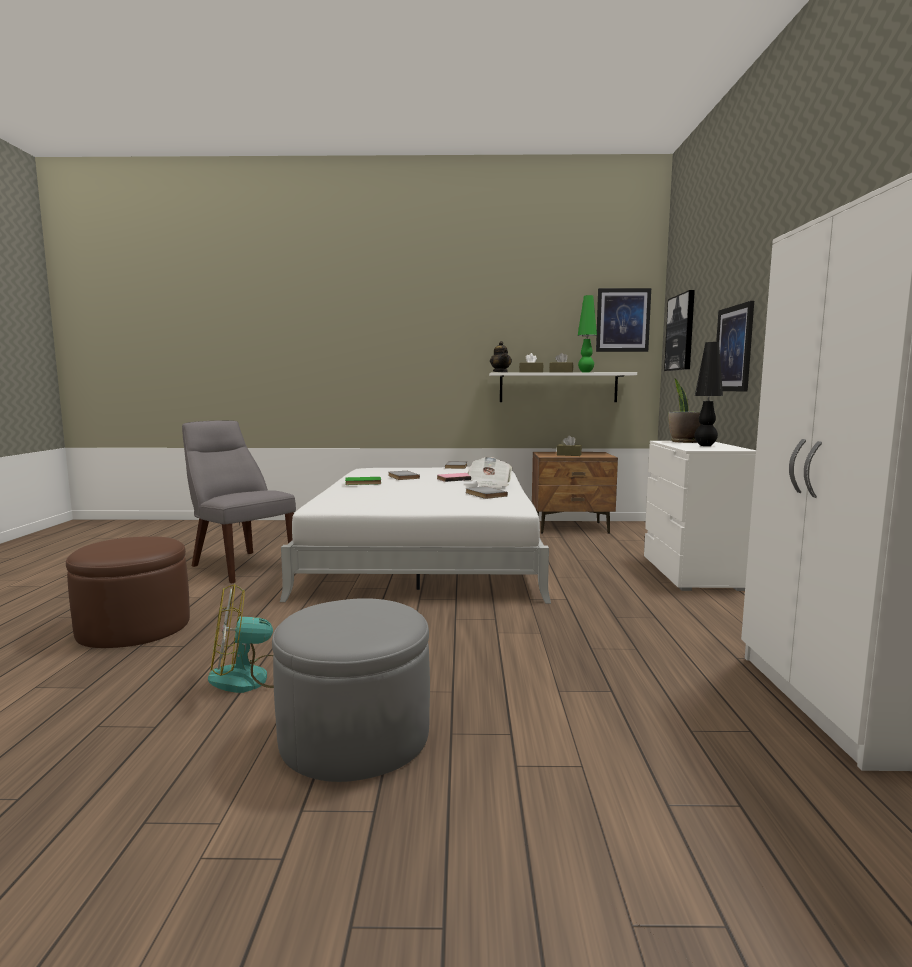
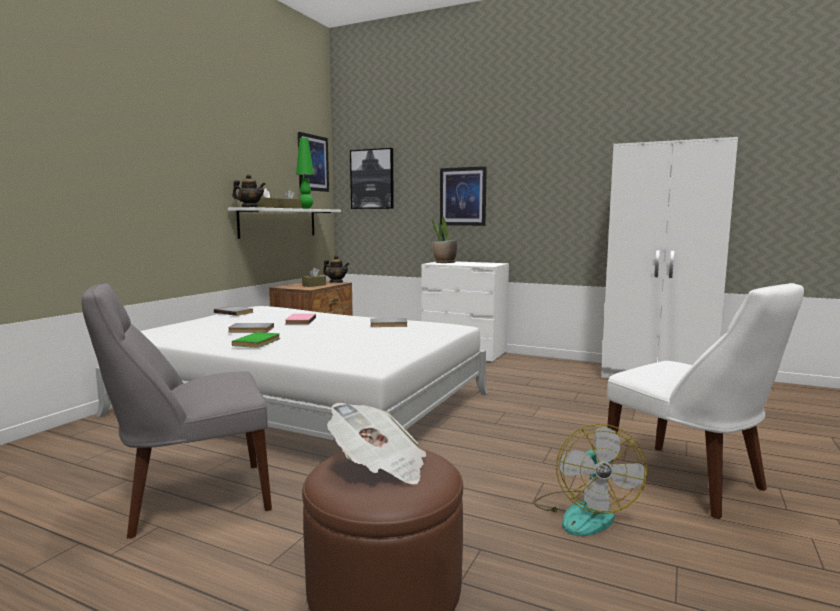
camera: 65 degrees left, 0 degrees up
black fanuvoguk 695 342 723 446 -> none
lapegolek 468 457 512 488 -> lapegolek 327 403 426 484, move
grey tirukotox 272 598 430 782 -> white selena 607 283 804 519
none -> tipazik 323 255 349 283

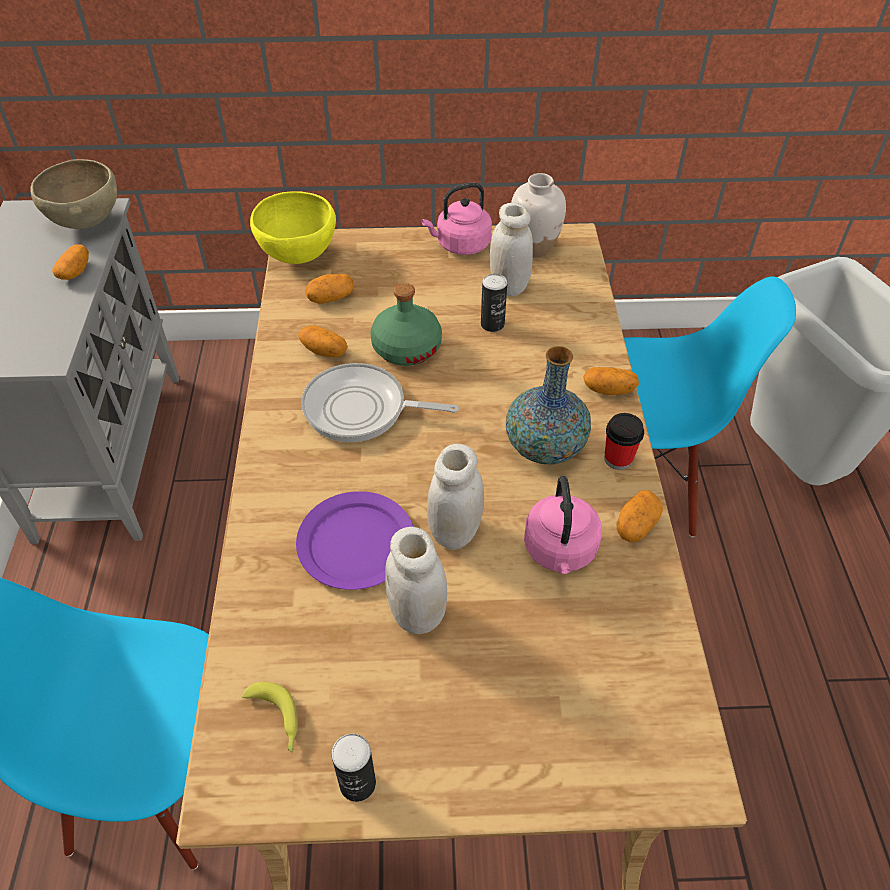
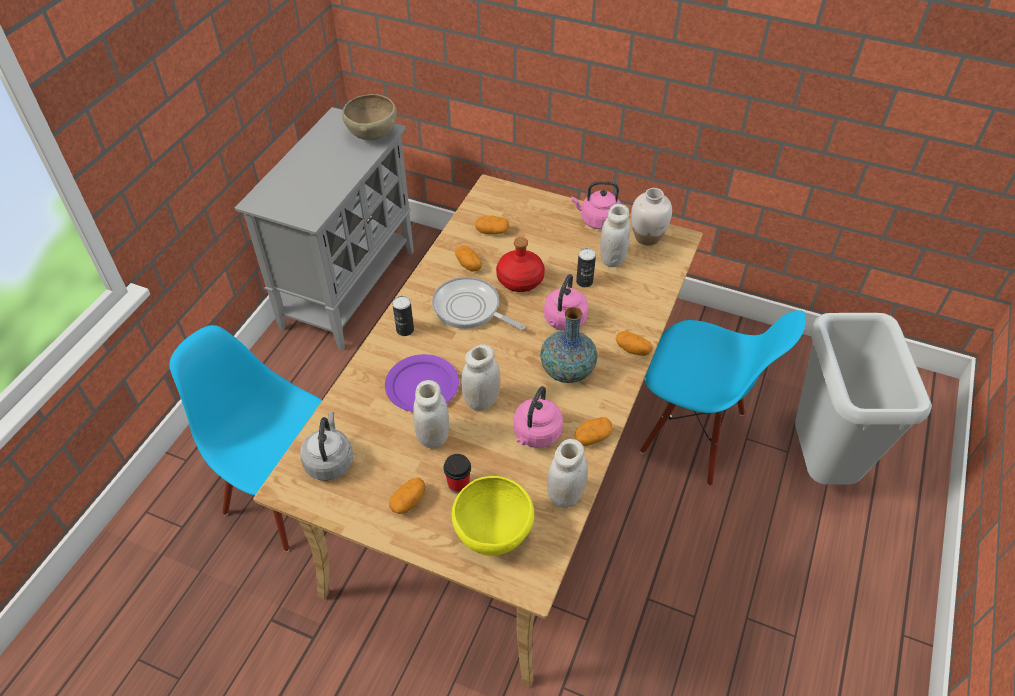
camera: 25 degrees right, 0 degrees up
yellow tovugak 250 191 336 264 -> yellow tovugak 452 476 534 556, move
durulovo 52 244 89 280 -> durulovo 389 477 426 514, move
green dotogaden 370 283 442 366 -> red dotogaden 496 237 545 292
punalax 604 413 644 470 -> punalax 443 454 471 494, move
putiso 242 682 298 753 -> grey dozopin 300 412 353 481
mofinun 331 734 376 802 -> mofinun 392 296 414 336, move
none -> pink dozopin 544 274 588 330
none -> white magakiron 547 439 588 508

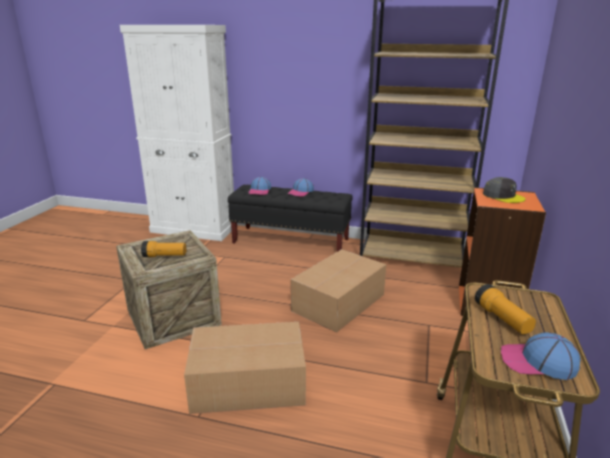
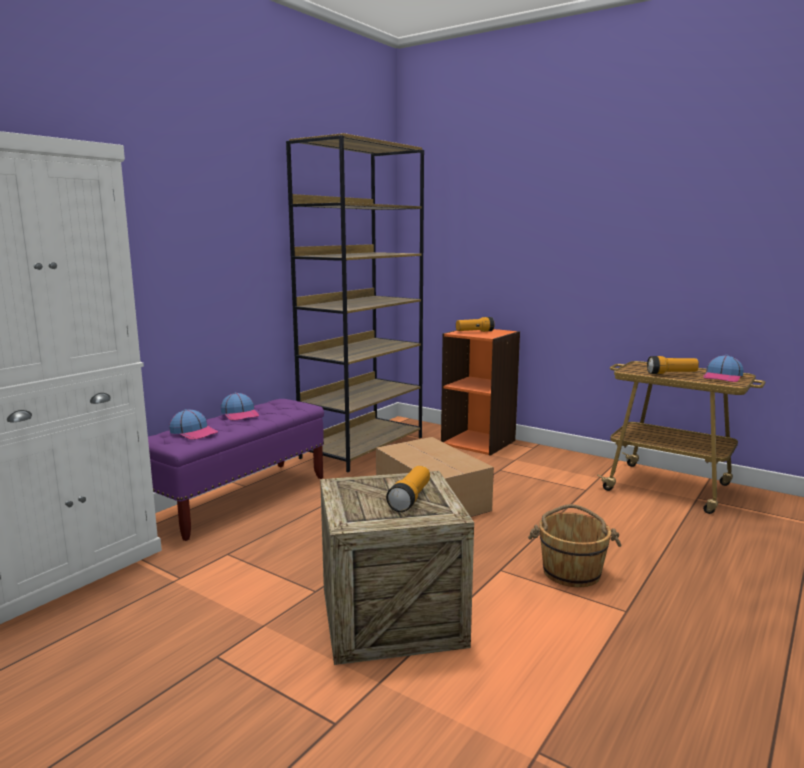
camera: 70 degrees left, 10 degrees down
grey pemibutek 483 177 526 203 -> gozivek 456 317 494 332
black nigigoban 228 185 353 252 -> purple nigigoban 148 399 324 541
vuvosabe 184 322 306 414 -> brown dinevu 528 504 622 587

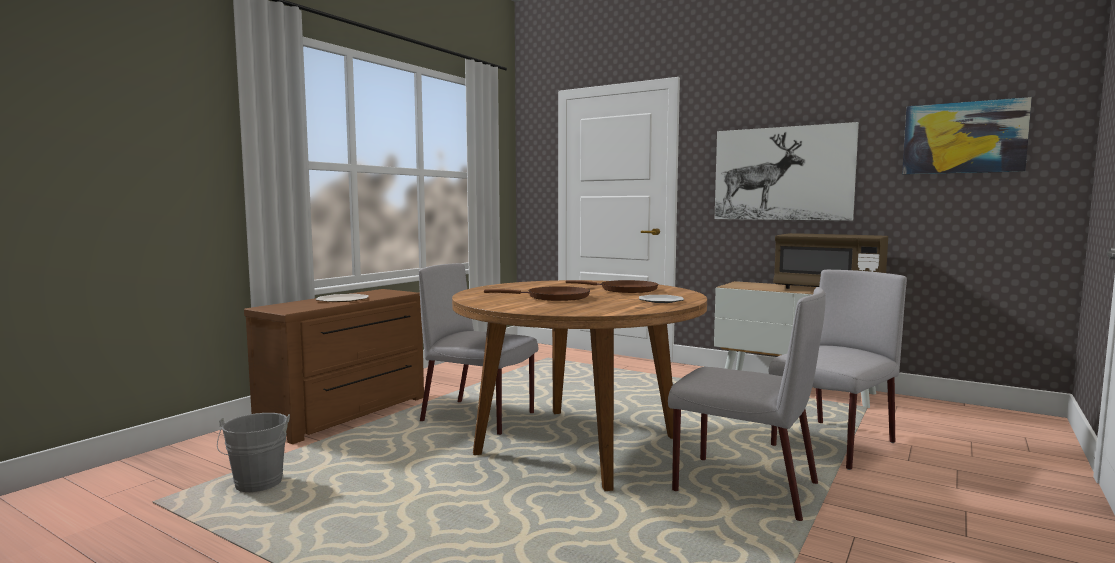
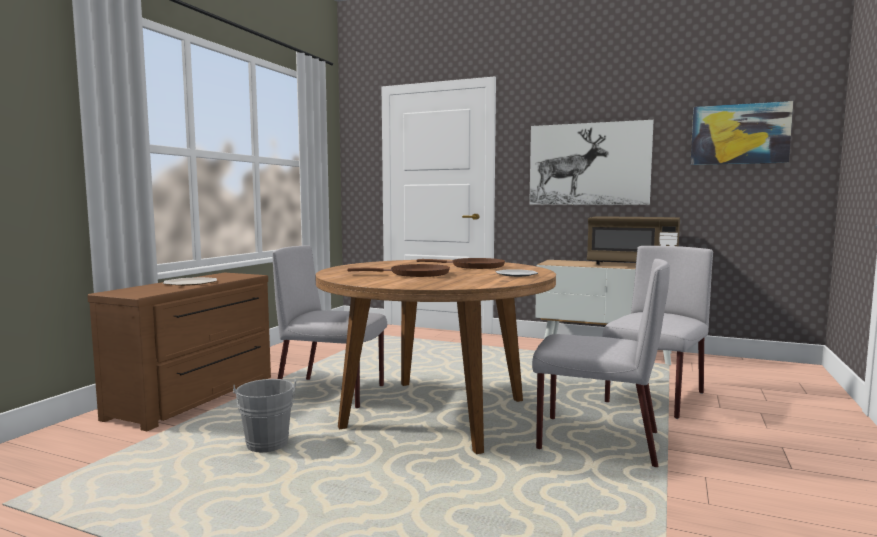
camera: 10 degrees left, 0 degrees up
grey dinevu 217 413 290 492 -> grey dinevu 233 379 297 453, move

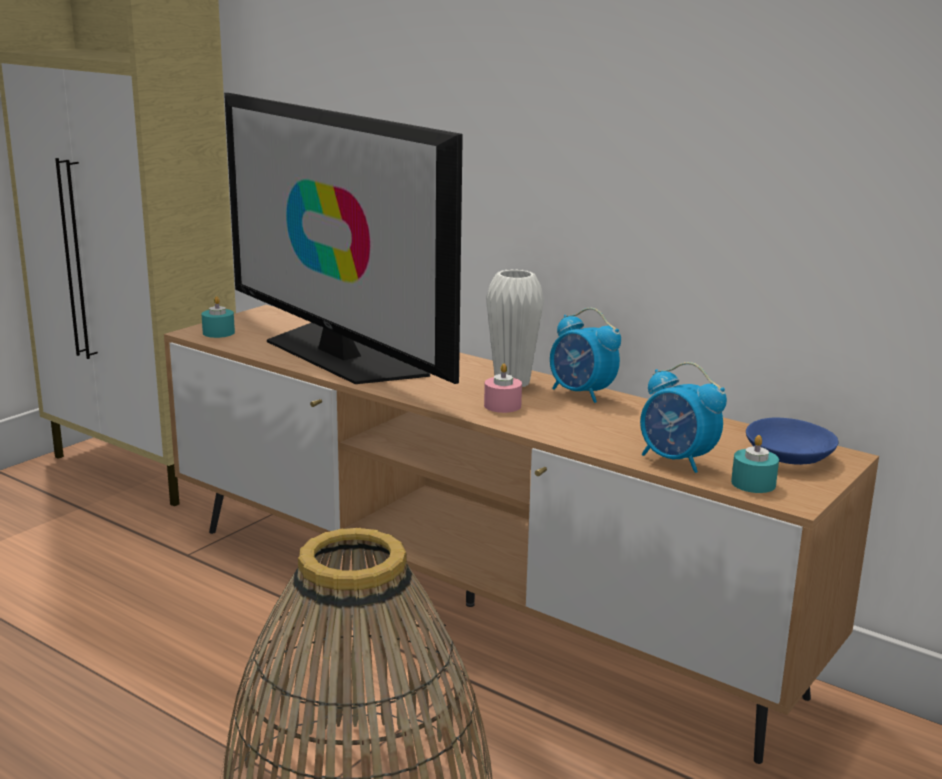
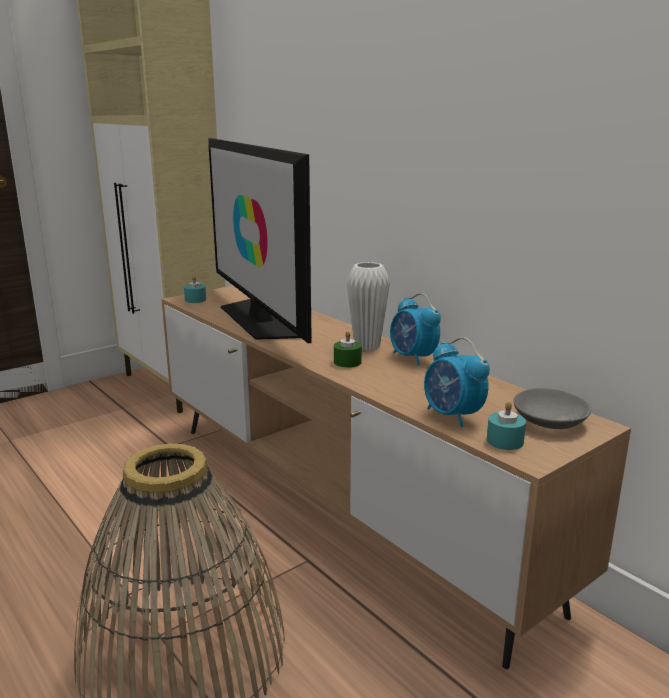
camera: 15 degrees right, 0 degrees up
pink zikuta 484 363 522 413 -> green zikuta 334 331 362 368
blue tovugak 746 418 838 465 -> grey tovugak 513 388 591 429

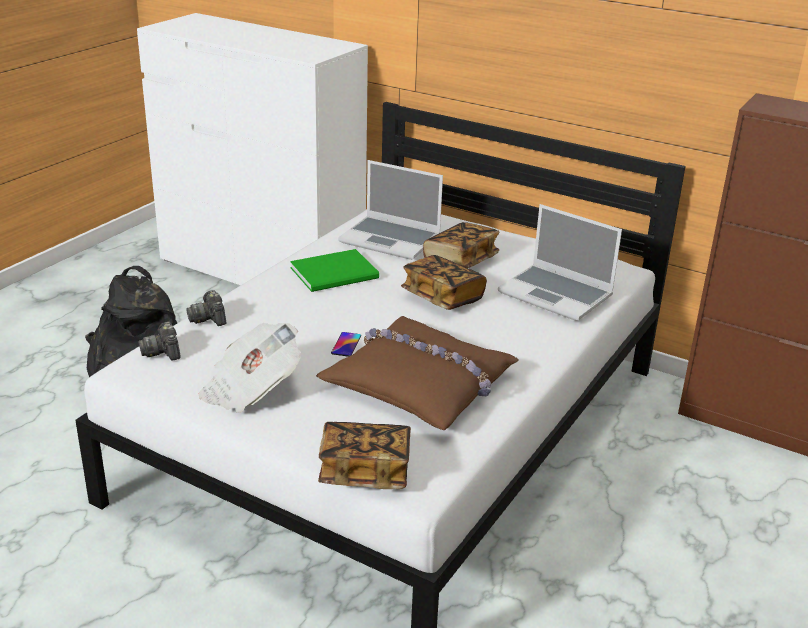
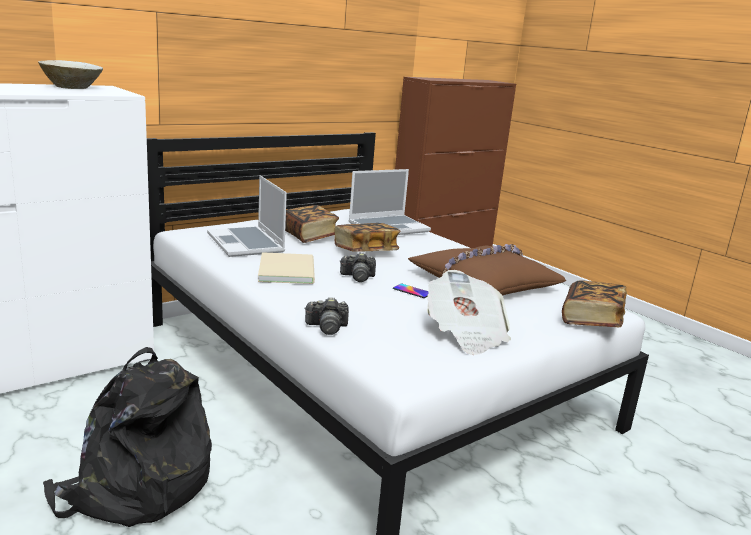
camera: 70 degrees left, 10 degrees down
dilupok 338 160 443 260 -> dilupok 207 175 287 257, 105 degrees clockwise
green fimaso 290 249 379 292 -> beige fimaso 258 252 315 284
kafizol 138 321 181 361 -> kafizol 340 252 376 282, move
none -> beige tovugak 38 60 103 89

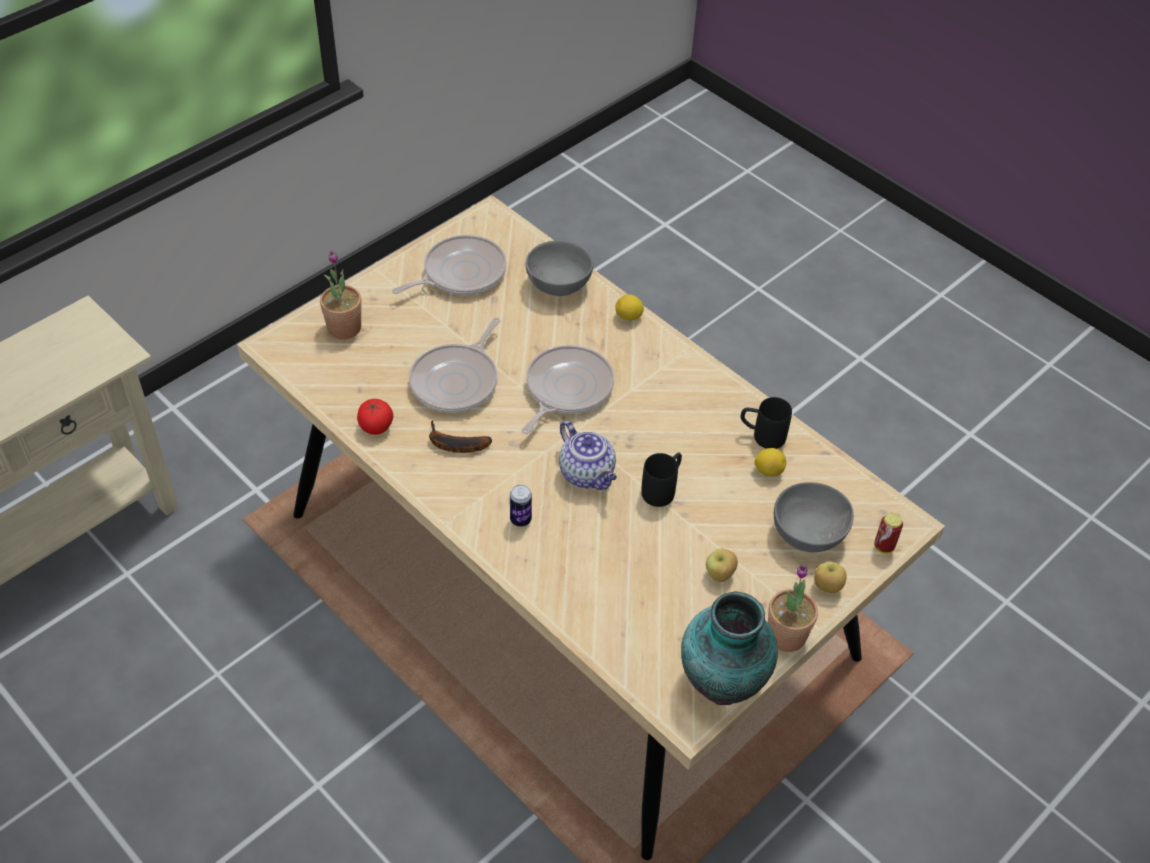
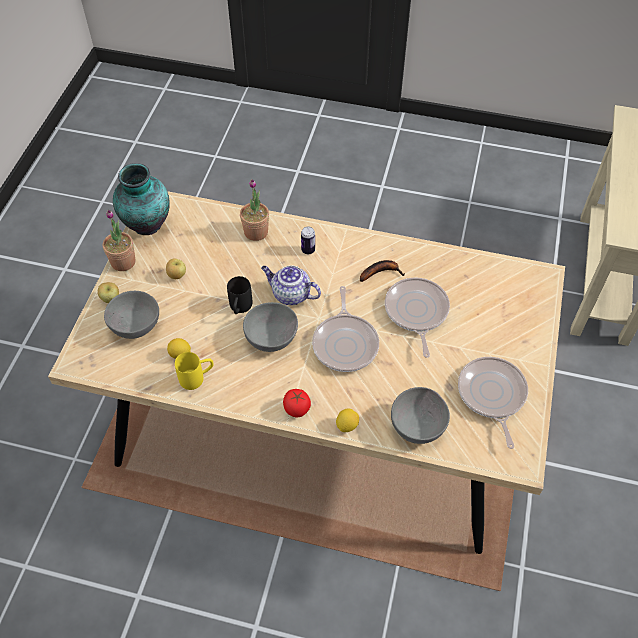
camera: 150 degrees right, 5 degrees up
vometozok 392 235 507 295 -> vometozok 458 357 528 449, 150 degrees clockwise
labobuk 320 251 362 339 -> labobuk 240 179 269 241, move
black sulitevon 741 397 792 449 -> yellow sulitevon 175 352 214 390
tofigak 357 399 393 435 -> tofigak 283 389 311 417, move
mofinun 874 513 903 554 -> none
none -> grey tovugak 243 302 298 352

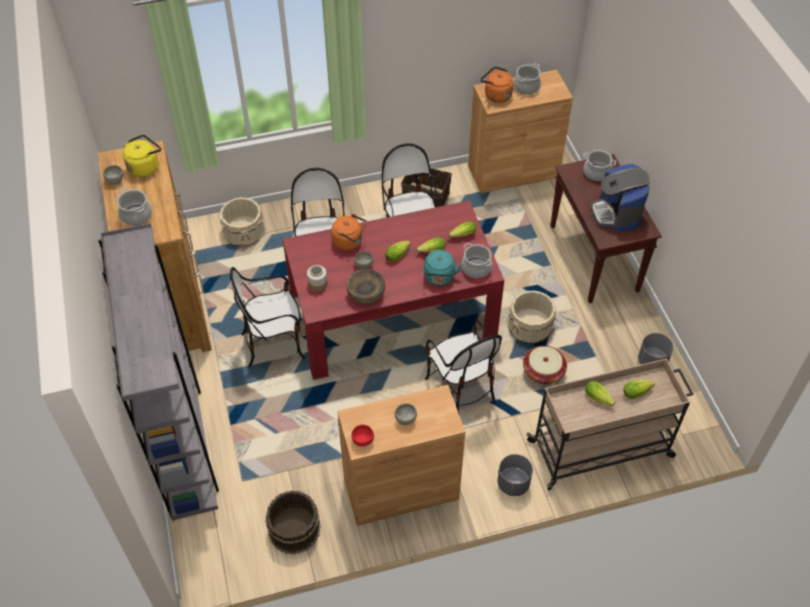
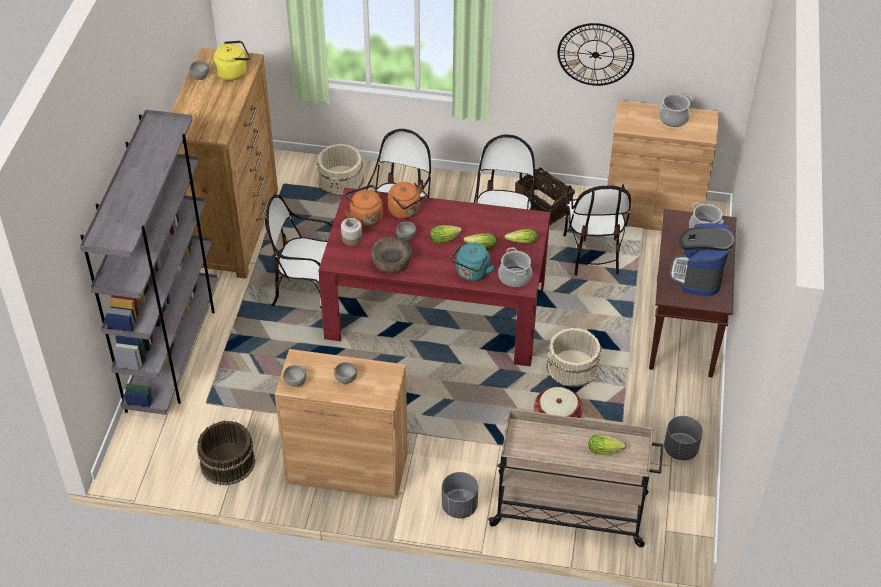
camera: 25 degrees right, 5 degrees down
orange dozopin 480 66 513 103 -> orange dozopin 345 185 383 227, move
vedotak 117 188 152 226 -> none
selena 425 319 502 413 -> selena 563 184 631 276, move
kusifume 585 381 615 406 -> none
red tovugak 351 425 374 447 -> grey tovugak 283 365 306 387
none -> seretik 558 23 634 86

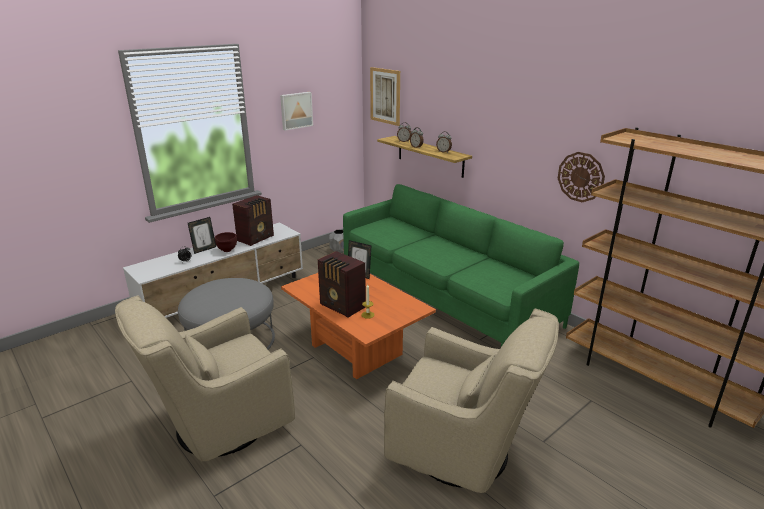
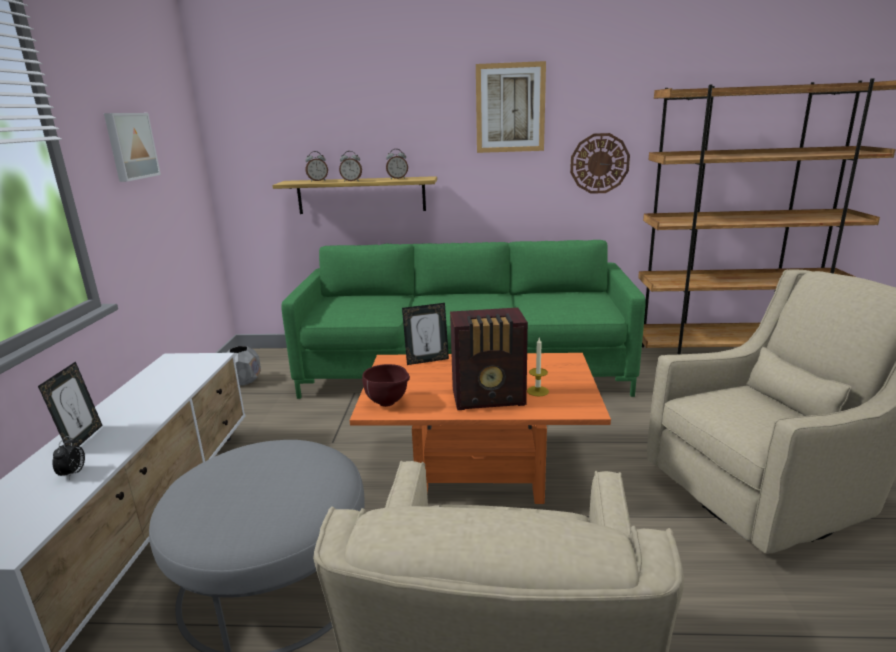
camera: 45 degrees left, 5 degrees down
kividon 370 67 400 126 -> kividon 476 61 546 153, move
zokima 232 195 274 246 -> none
brown tovugak 215 232 237 252 -> brown tovugak 362 364 410 407, move

